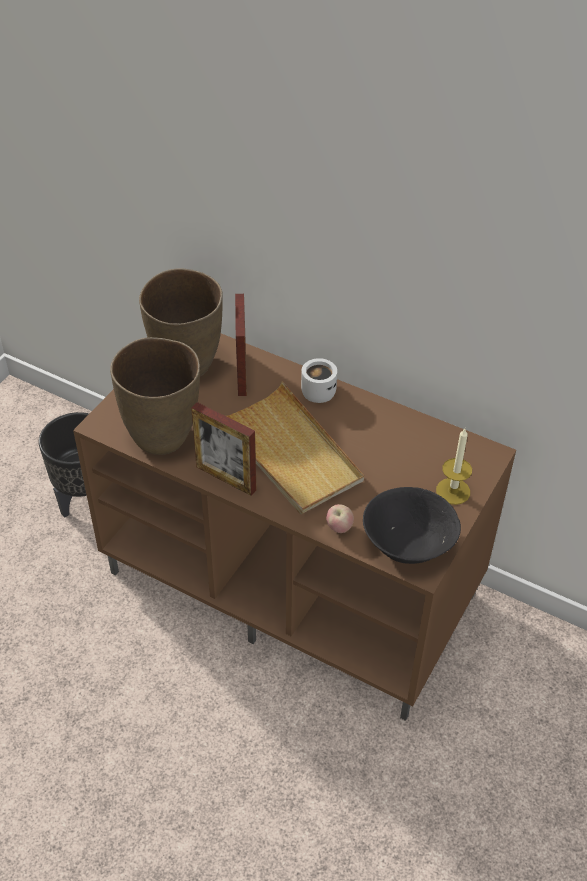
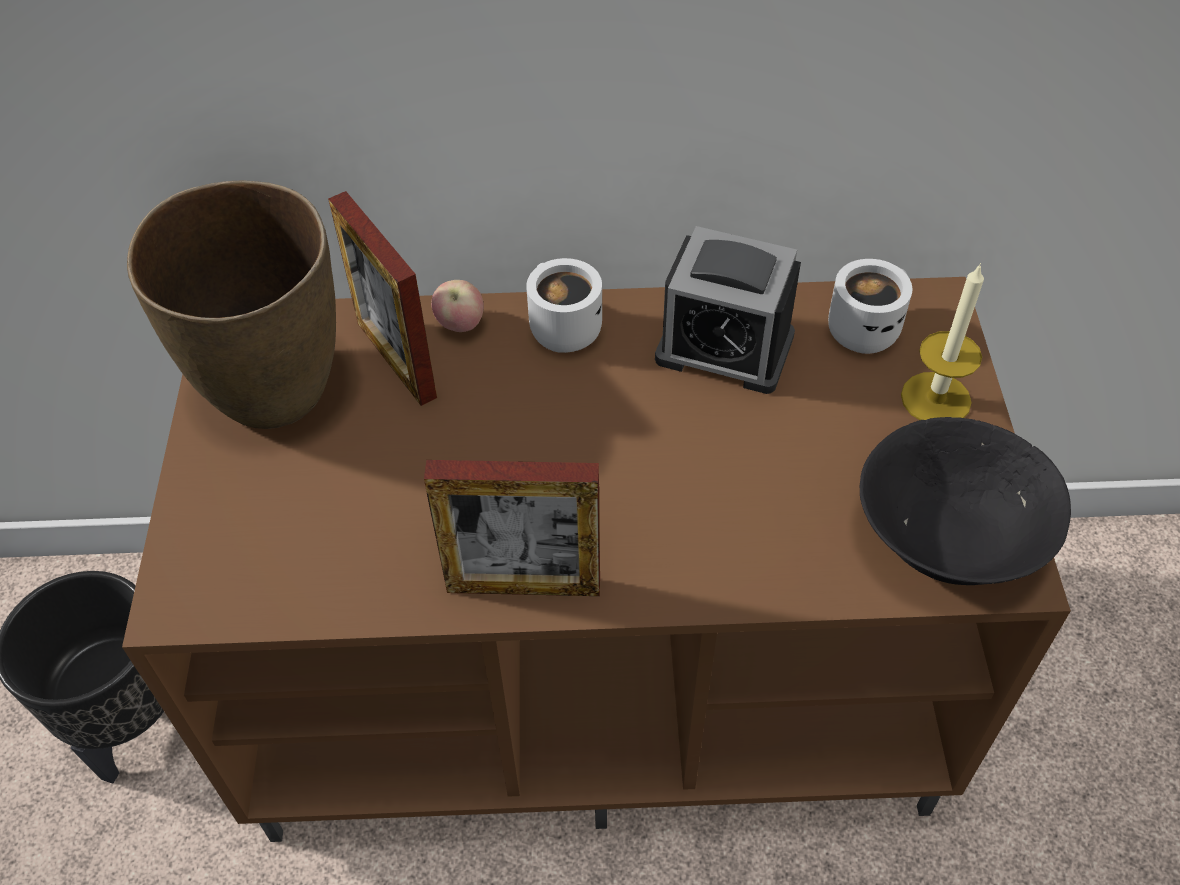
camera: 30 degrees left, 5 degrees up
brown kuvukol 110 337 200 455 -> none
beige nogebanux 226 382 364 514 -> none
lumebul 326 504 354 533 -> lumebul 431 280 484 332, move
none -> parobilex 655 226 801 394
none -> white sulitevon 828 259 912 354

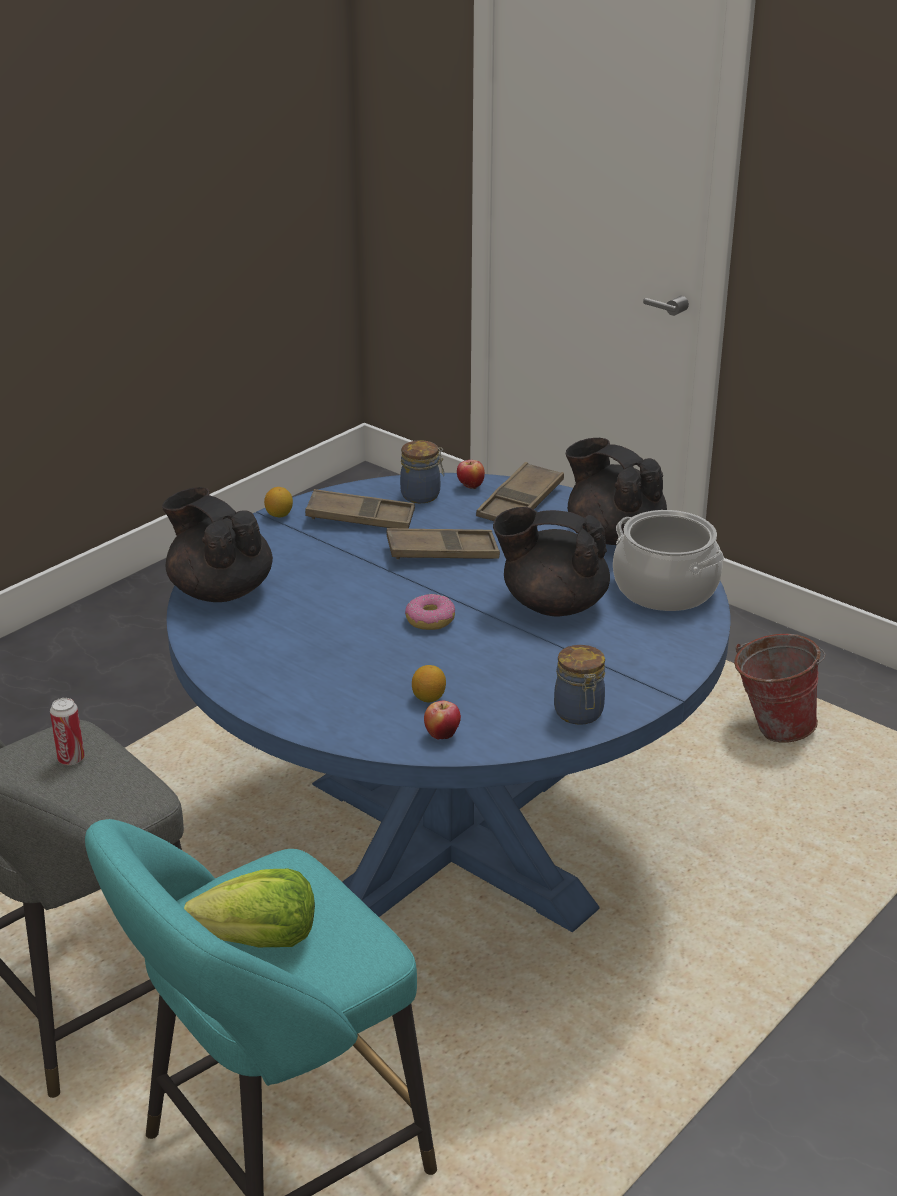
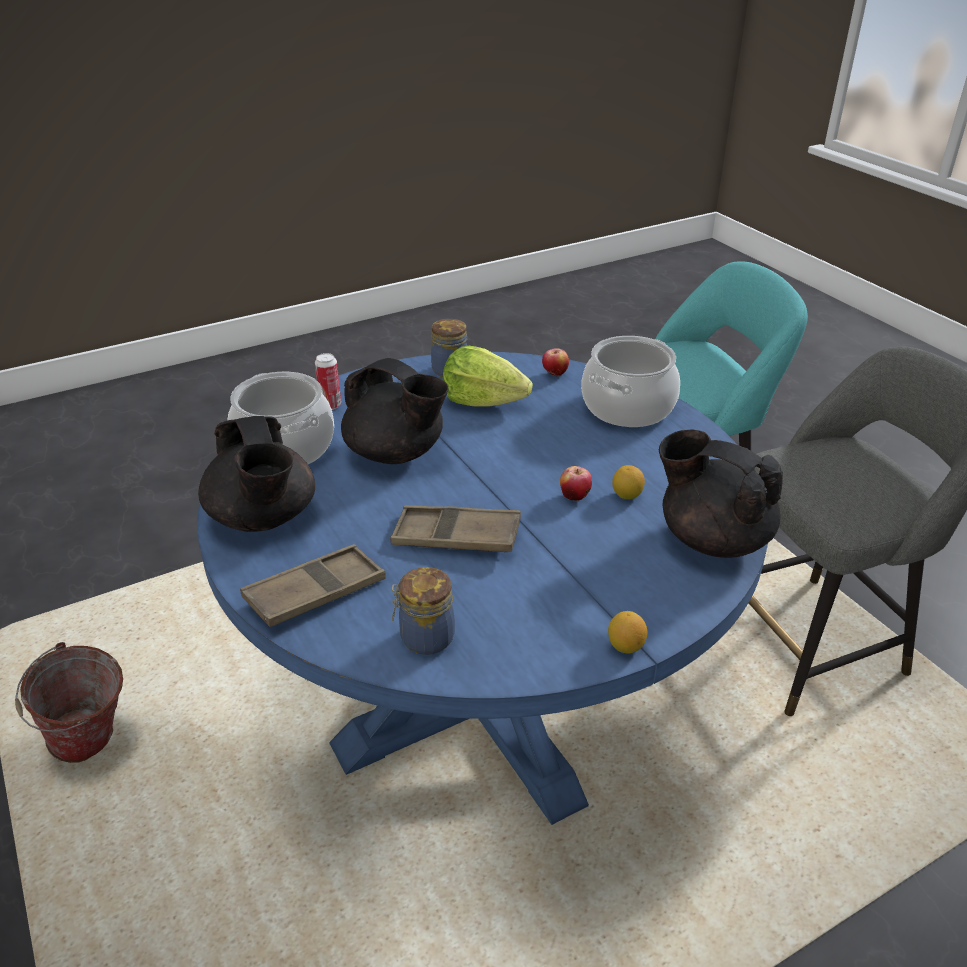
camera: 160 degrees left, 5 degrees up
lumebul 457 460 485 490 -> lumebul 560 466 592 501, move
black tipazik 162 487 273 602 -> black tipazik 659 430 783 558, 150 degrees clockwise
brown nogebanux 305 489 415 529 -> none
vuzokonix 405 594 455 630 -> none
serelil 412 665 446 702 -> serelil 612 465 645 499, move
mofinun 50 698 85 765 -> mofinun 315 353 341 410, move
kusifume 184 869 315 947 -> kusifume 443 346 533 407, move
none -> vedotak 581 336 680 427

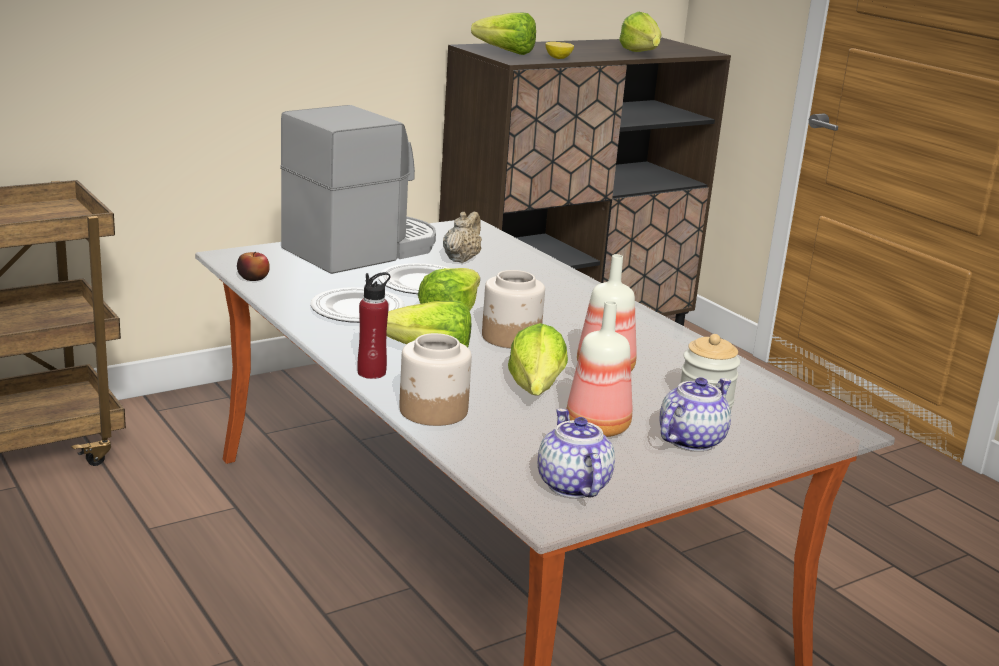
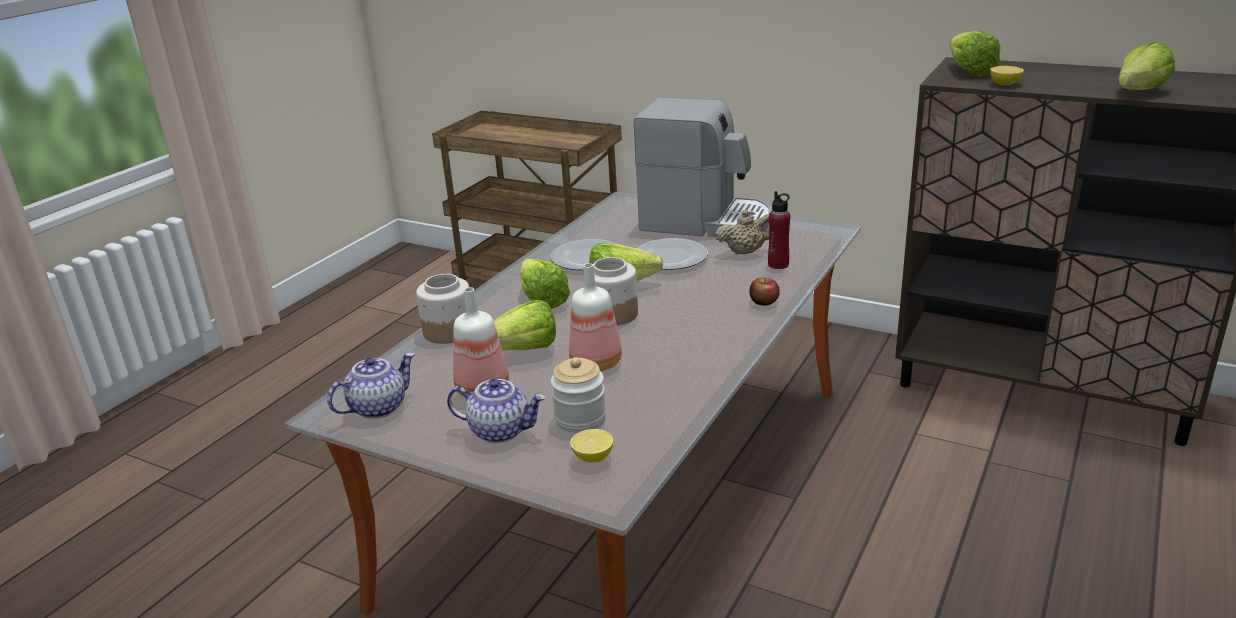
camera: 65 degrees right, 5 degrees up
lumebul 237 252 270 281 -> lumebul 749 278 780 306, move
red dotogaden 357 272 391 379 -> red dotogaden 768 191 790 269, move
none -> serelil 570 429 613 463

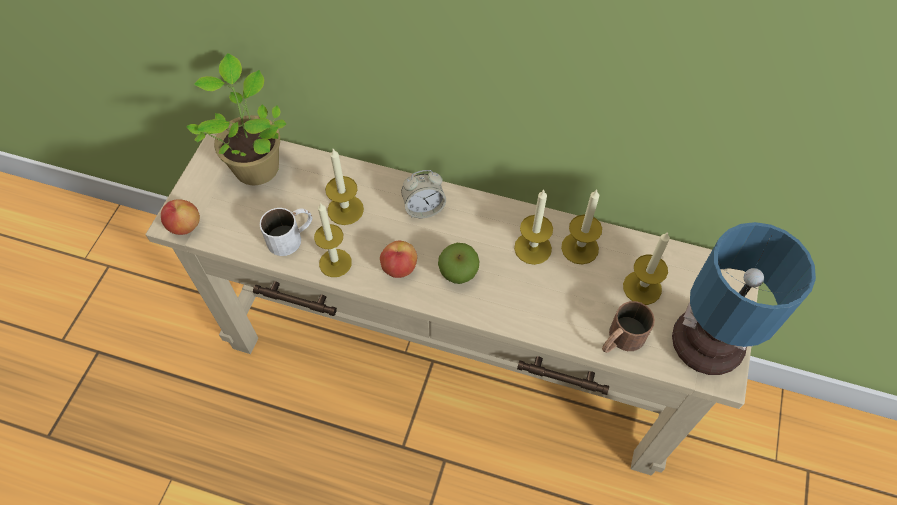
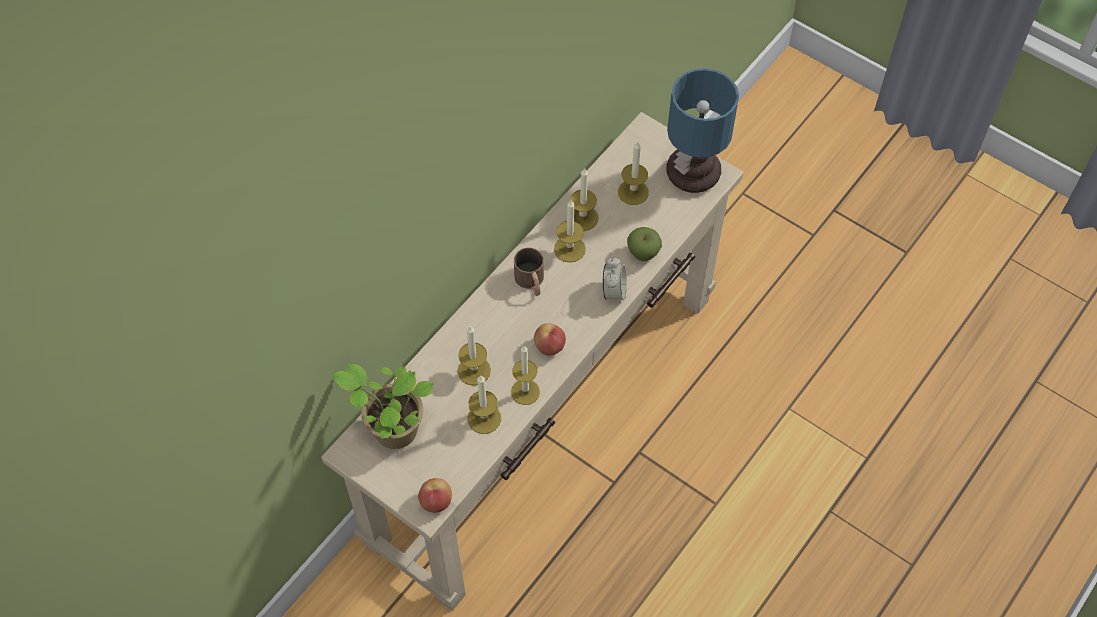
camera: 70 degrees left, 0 degrees up
parobilex 401 170 446 218 -> parobilex 603 257 627 303, move
white sulitevon 260 208 312 256 -> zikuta 467 376 501 434
lumebul 438 243 479 284 -> lumebul 627 227 662 261, move
brown sulitevon 602 301 655 353 -> brown sulitevon 514 248 544 296, move

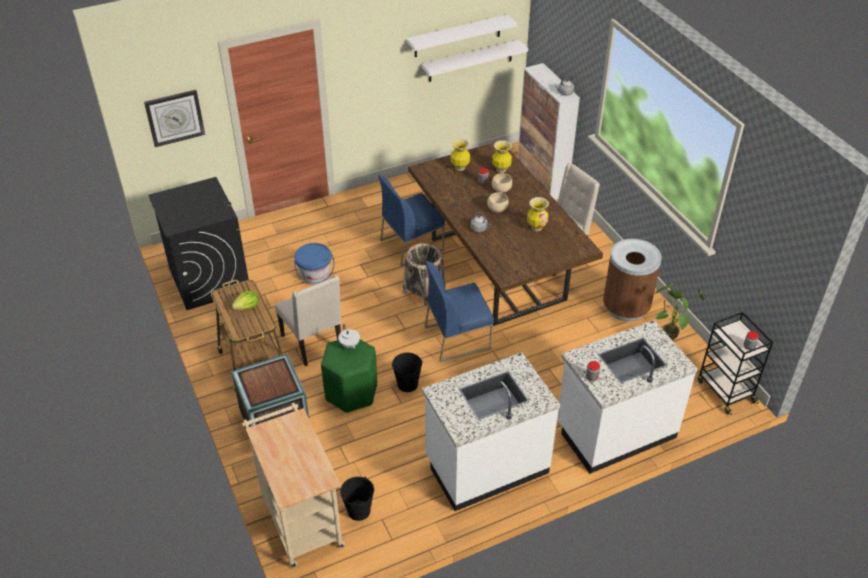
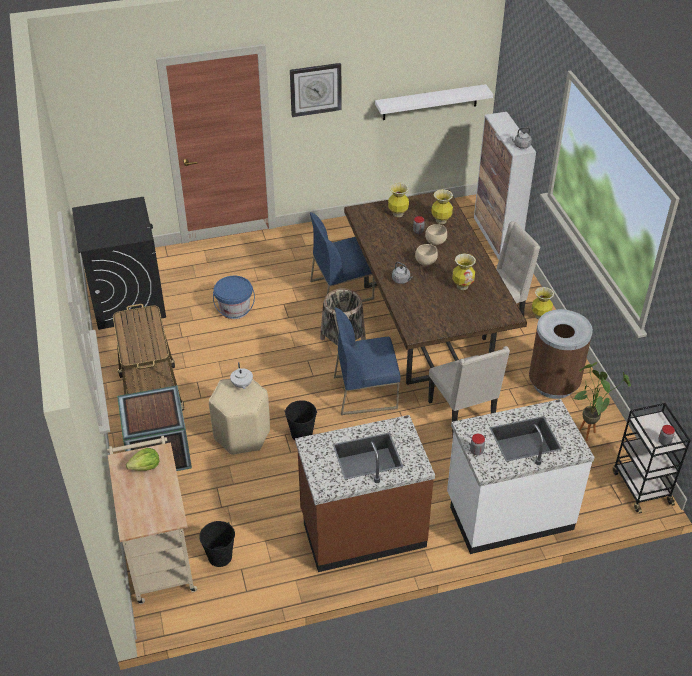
camera: 10 degrees right, 0 degrees up
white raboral 407 14 517 57 -> none
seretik 144 90 205 147 -> seretik 290 63 341 117, move
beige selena 275 275 341 366 -> beige selena 428 346 510 433, move
kusifume 231 291 258 310 -> kusifume 126 448 159 471, move
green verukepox 321 340 377 413 -> beige verukepox 209 379 270 455
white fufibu 422 352 560 511 -> brown fufibu 295 415 435 572
none -> kuvukol 532 287 554 320

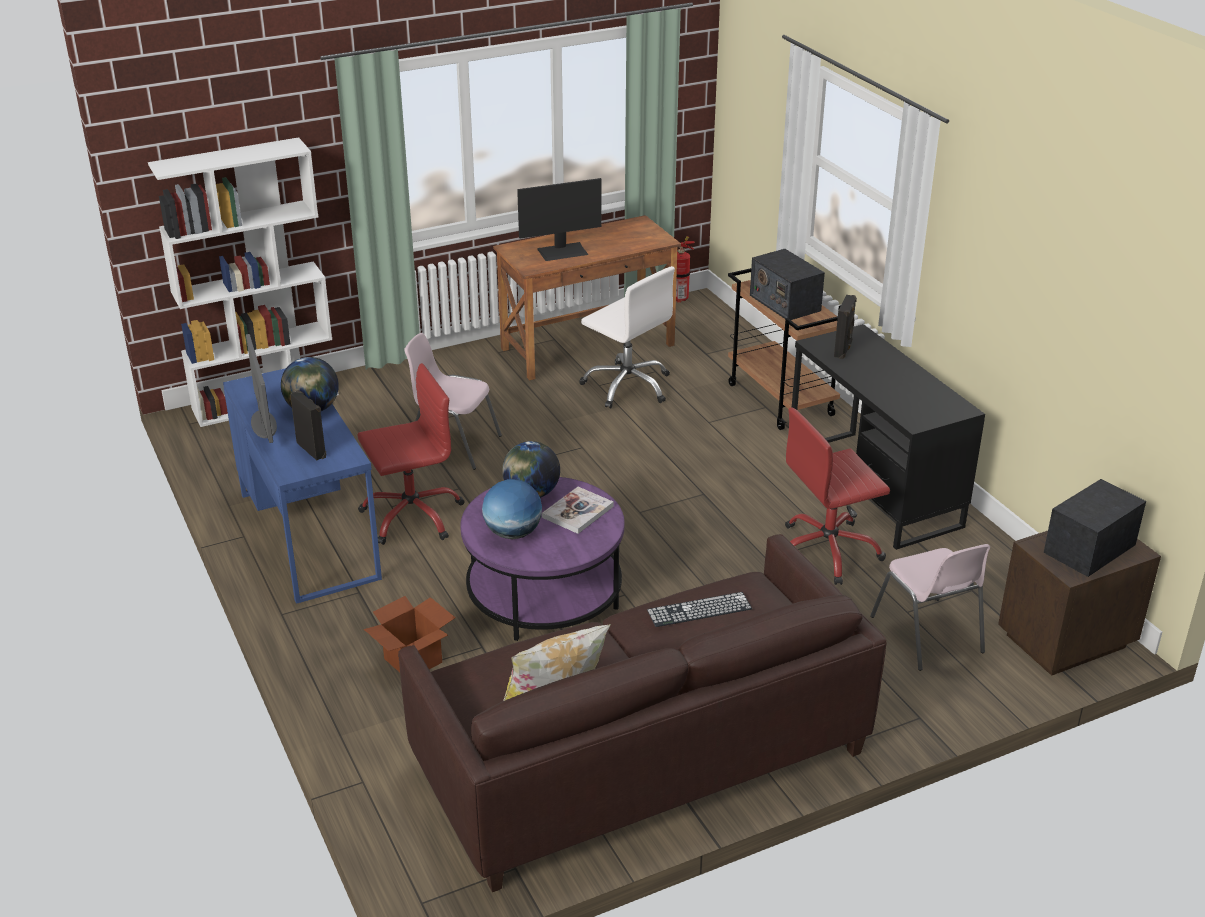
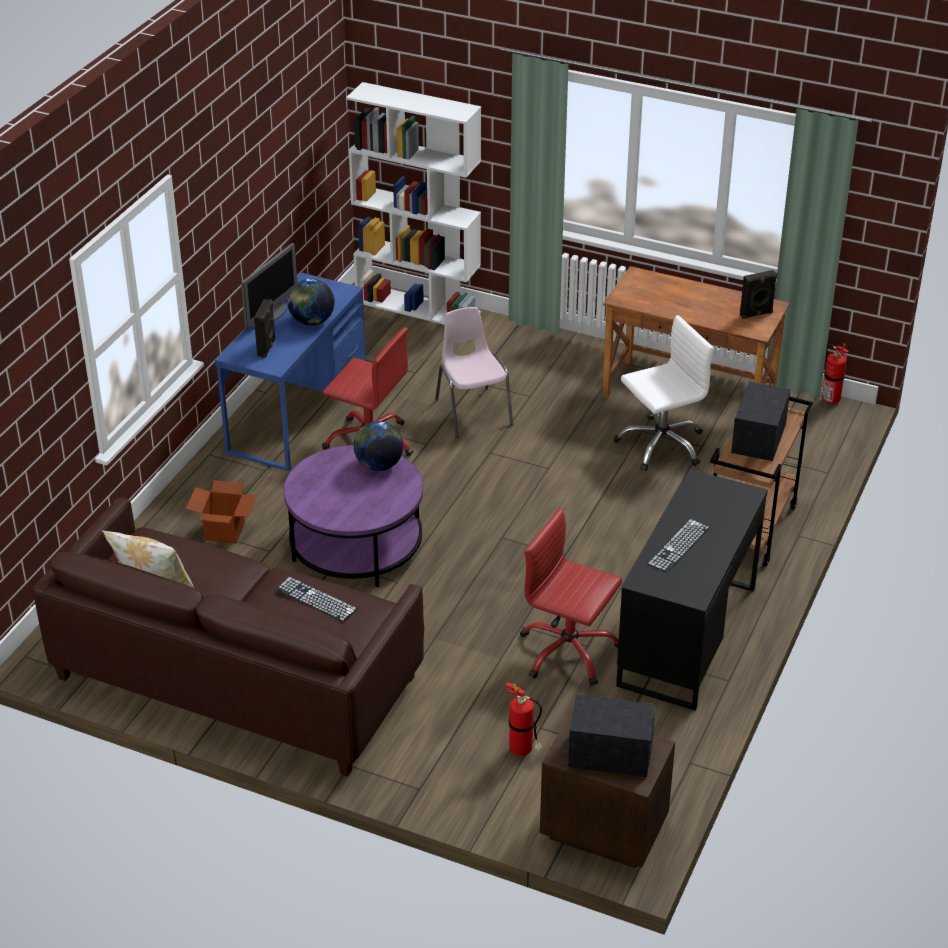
camera: 50 degrees right, 5 degrees up
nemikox 517 178 602 261 -> none
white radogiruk 579 266 675 408 -> white radogiruk 614 315 714 471, 120 degrees counterclockwise
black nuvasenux 834 295 857 359 -> black nuvasenux 740 270 777 319, move
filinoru 482 479 542 539 -> none
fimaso 542 487 614 534 -> none
pink selena 870 544 990 671 -> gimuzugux 506 682 543 756
none -> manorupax 647 519 710 573

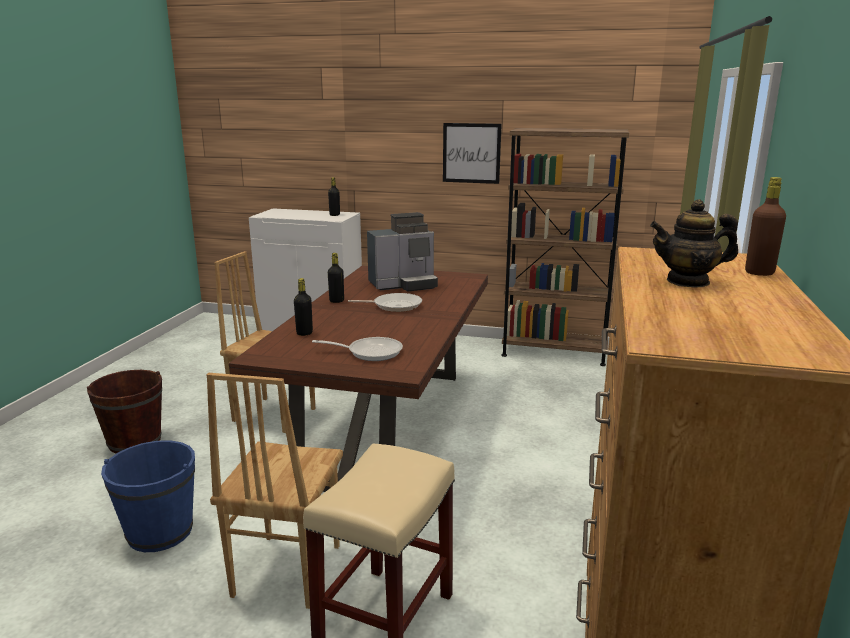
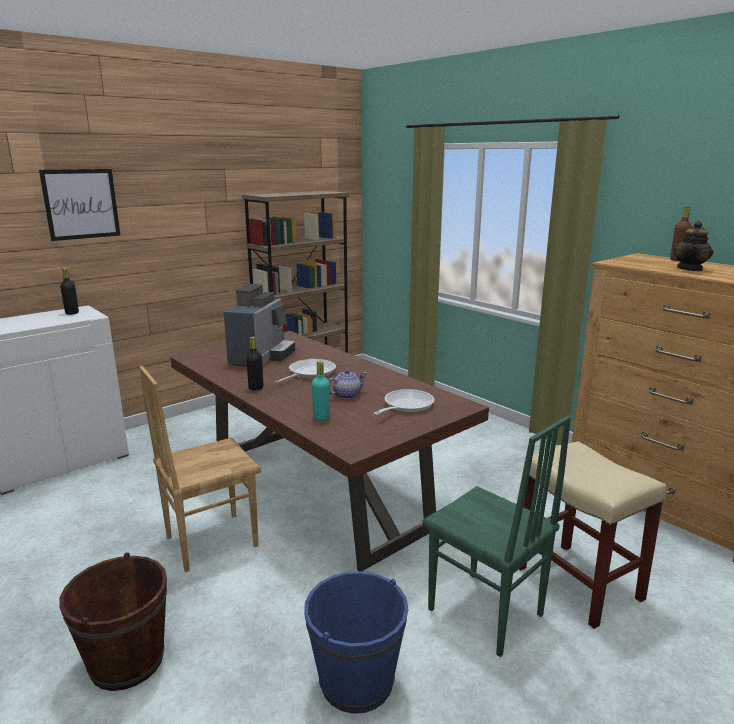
camera: 55 degrees left, 0 degrees up
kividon 443 123 502 184 -> kividon 39 169 120 241, move
black dotogaden 294 278 313 336 -> turquoise dotogaden 312 361 330 421
brown selena 206 373 343 609 -> green selena 422 415 571 657
none -> tipazik 328 370 367 399

